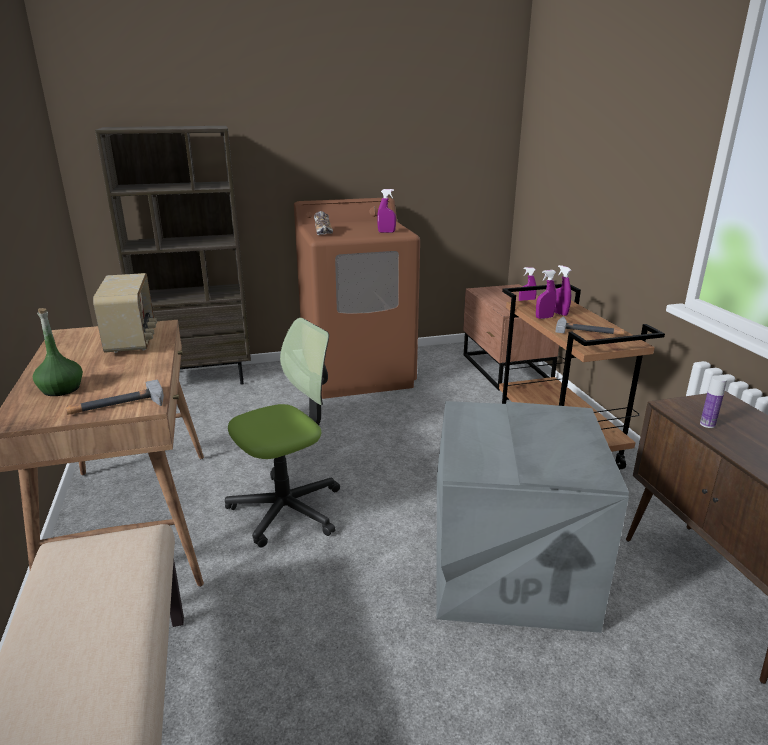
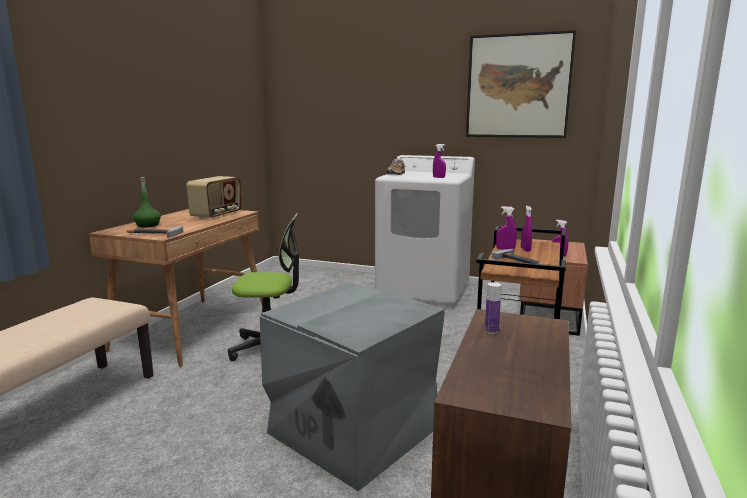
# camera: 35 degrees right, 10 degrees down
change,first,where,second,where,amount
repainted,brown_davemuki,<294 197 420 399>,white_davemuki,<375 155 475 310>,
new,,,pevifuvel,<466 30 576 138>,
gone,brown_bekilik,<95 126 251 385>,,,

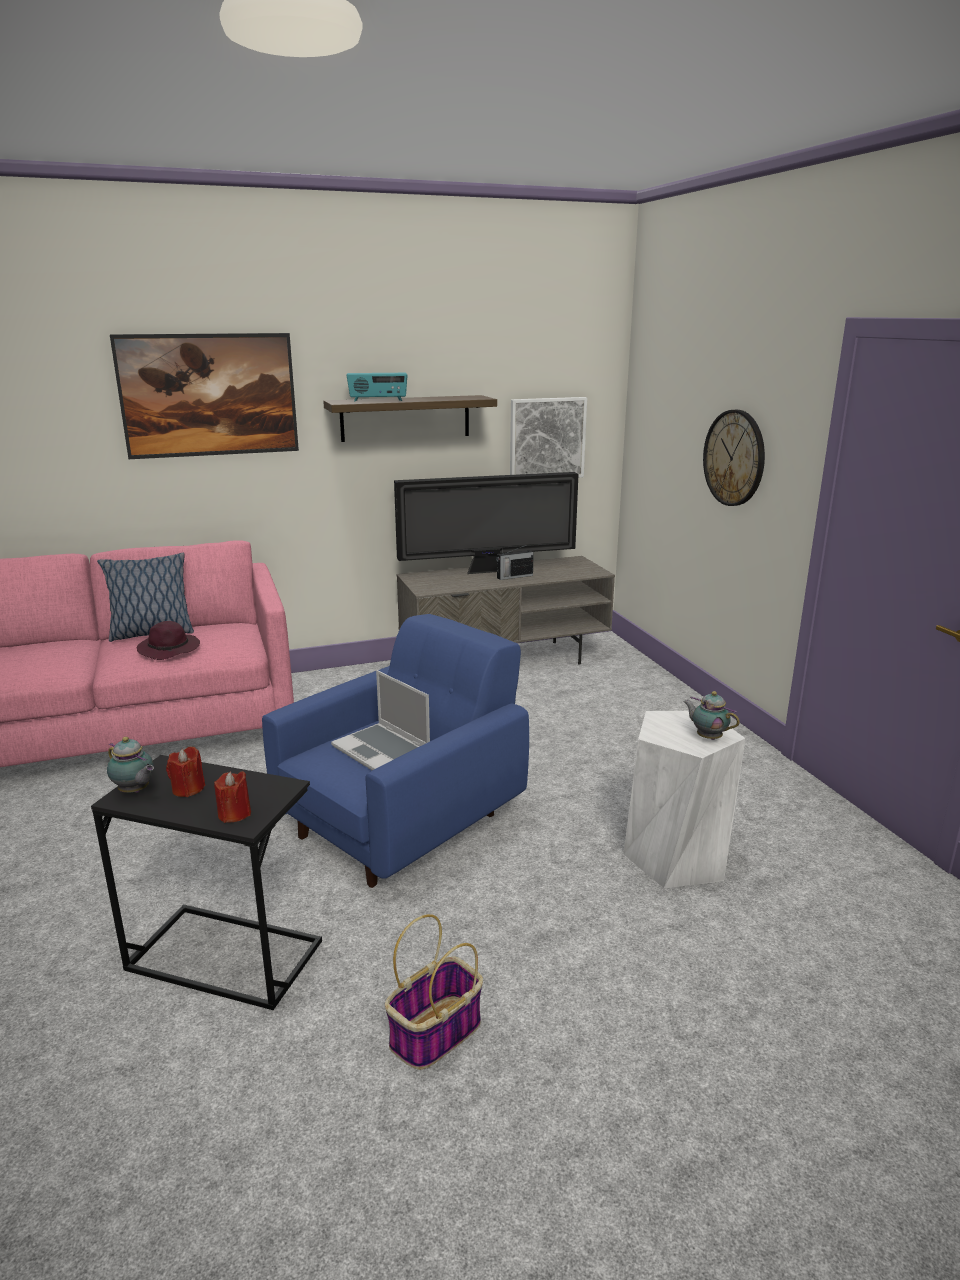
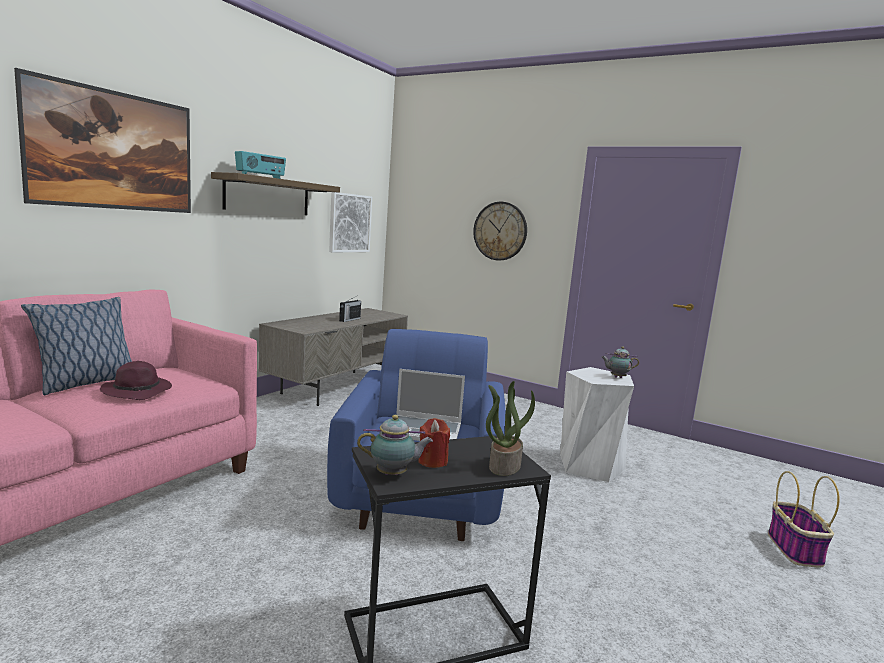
# camera: 40 degrees left, 10 degrees down
change,first,where,second,where,amount
swapped,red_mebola,<214 771 251 823>,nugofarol,<486 381 535 476>,
shifted,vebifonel,<385 914 483 1070>,,<768 471 840 567>,
gone,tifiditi,<394 472 579 574>,,,

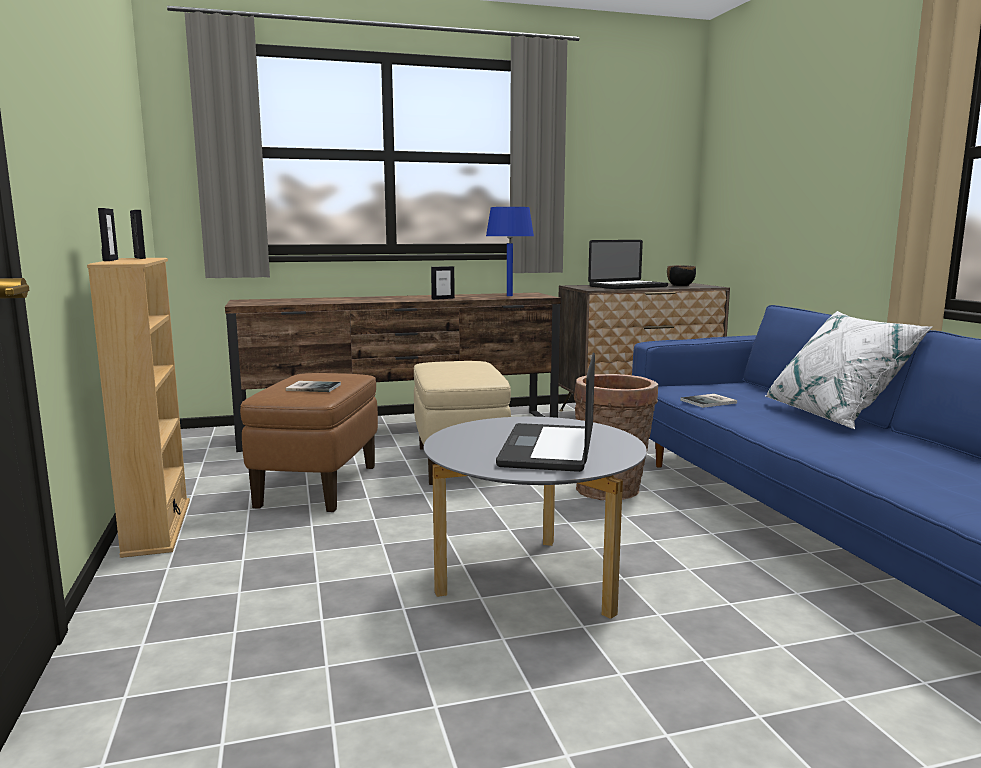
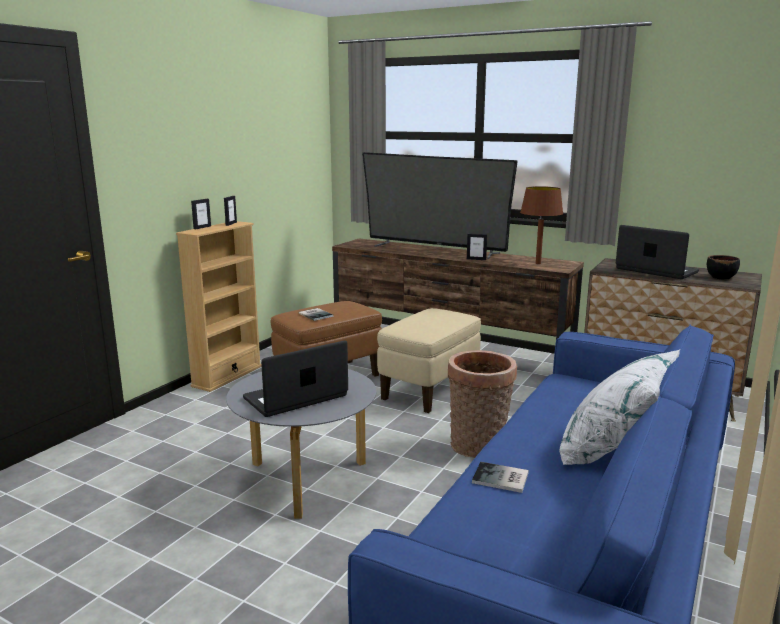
# camera: 45 degrees right, 5 degrees up
change,first,where,second,where,amount
new,,,tifiditi,<362 152 518 259>,
shifted,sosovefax,<680 394 737 408>,,<472 462 529 493>,
repainted,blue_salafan,<486 207 534 296>,brown_salafan,<520 186 563 264>,
rotated,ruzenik,<588 240 668 289>,,<616 225 699 279>,150 degrees counterclockwise

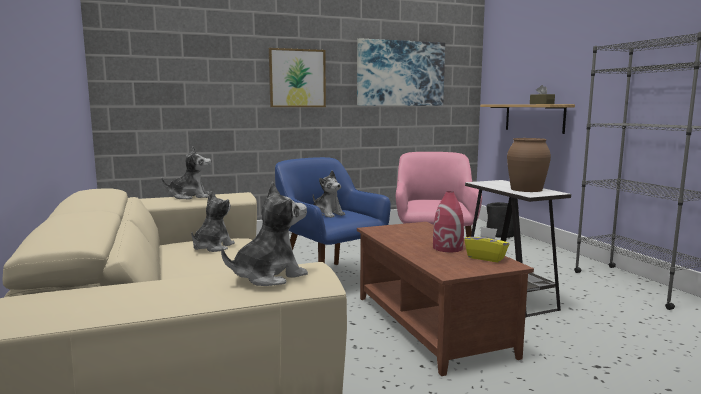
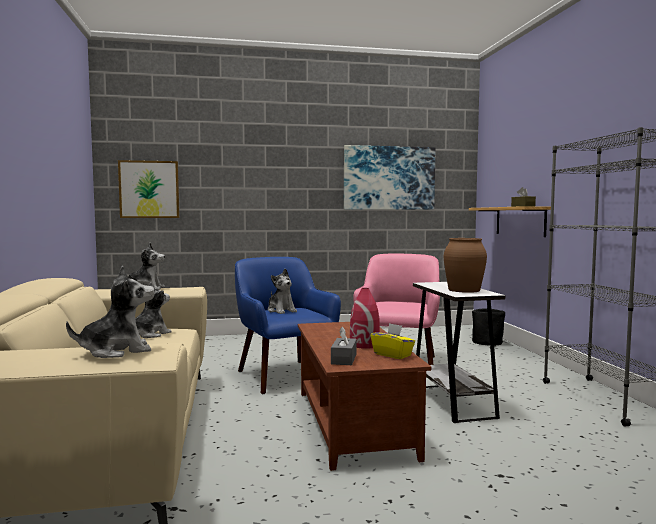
# camera: 10 degrees right, 5 degrees down
change,first,where,second,where,amount
shifted,pevifuvel,<269 48 326 107>,,<118 160 180 218>,
new,,,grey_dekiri,<331 326 356 365>,

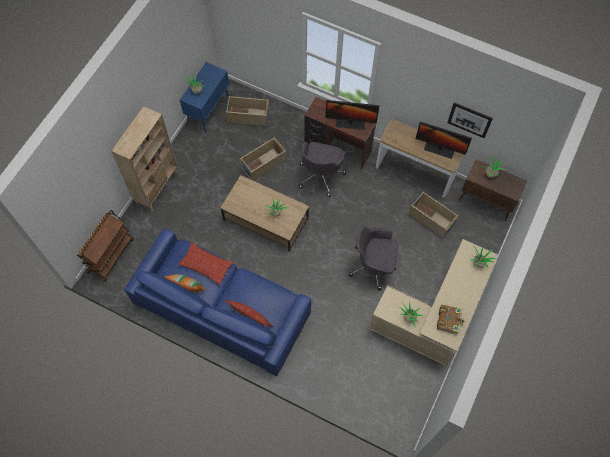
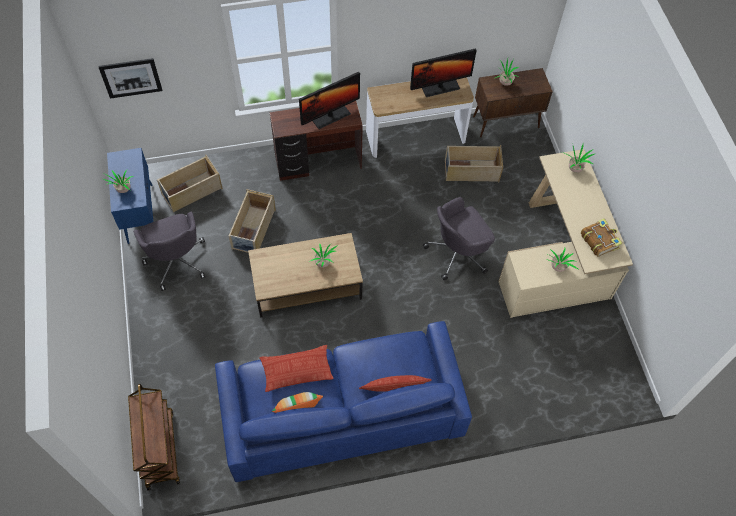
# camera: 40 degrees left, 5 degrees down
change,first,where,second,where,amount
shifted,pevifuvel,<447 102 493 138>,,<98 58 162 99>,
shifted,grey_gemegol,<299 141 346 197>,,<133 212 206 291>,
gone,beige_bekilik,<111 106 179 211>,,,

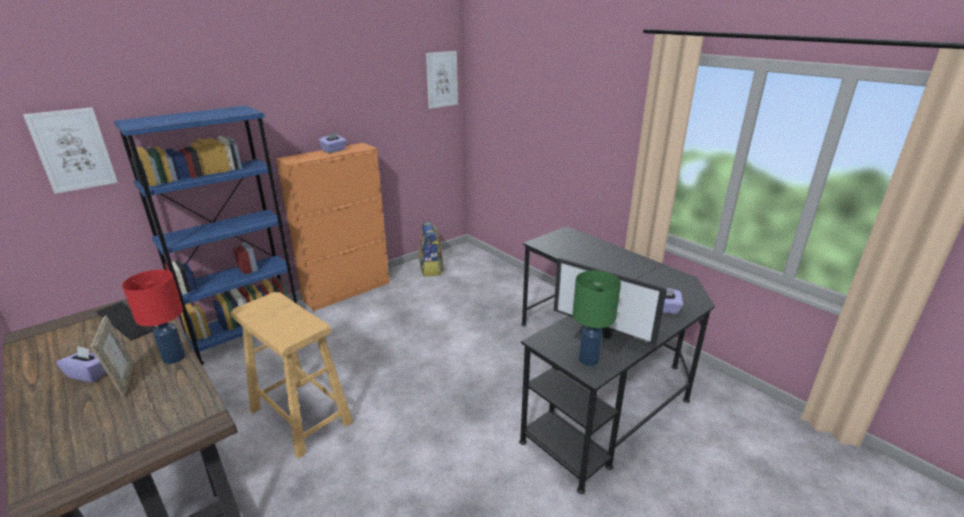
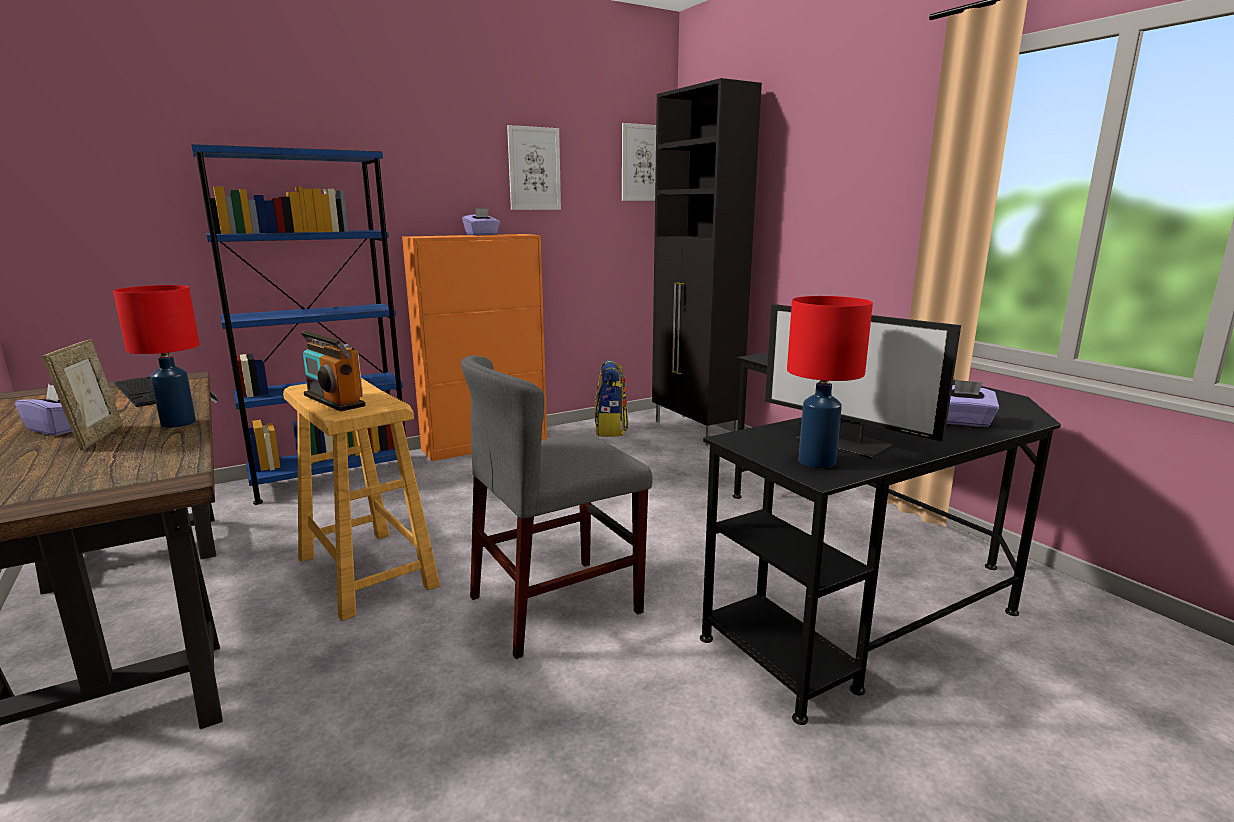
# camera: 10 degrees right, 10 degrees down
change,first,where,second,where,amount
new,,,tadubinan,<301 330 366 412>,
new,,,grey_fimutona,<461 356 653 659>,
shifted,pevifuvel,<23 107 118 194>,,<507 125 561 210>,
new,,,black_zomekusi,<652 78 762 446>,
repainted,green_salafan,<572 270 621 366>,red_salafan,<787 296 873 468>,

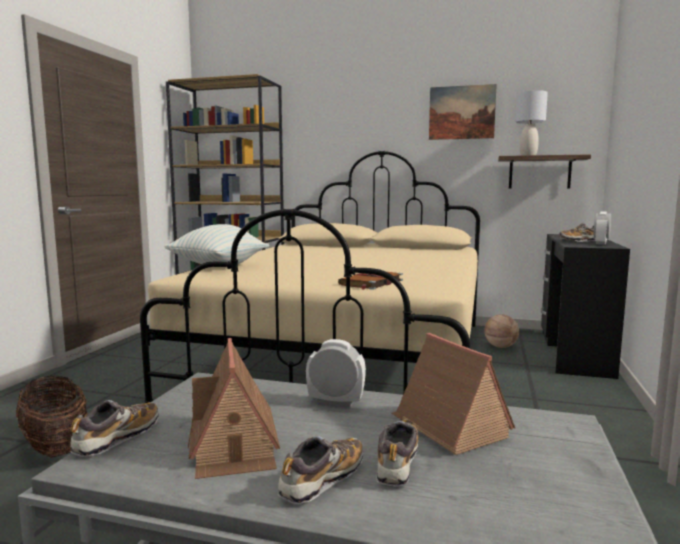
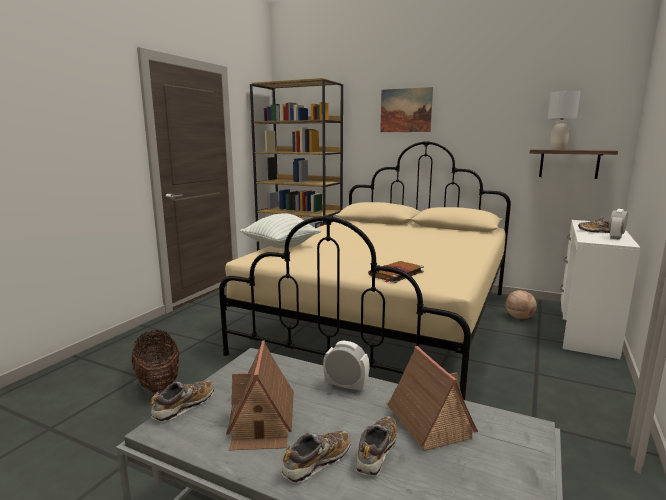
# camera: 10 degrees right, 5 degrees up
change,first,where,second,where,amount
shifted,pevifuvel,<429 84 497 140>,,<380 87 433 132>,
repainted,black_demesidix,<541 234 630 379>,white_demesidix,<560 220 641 359>,

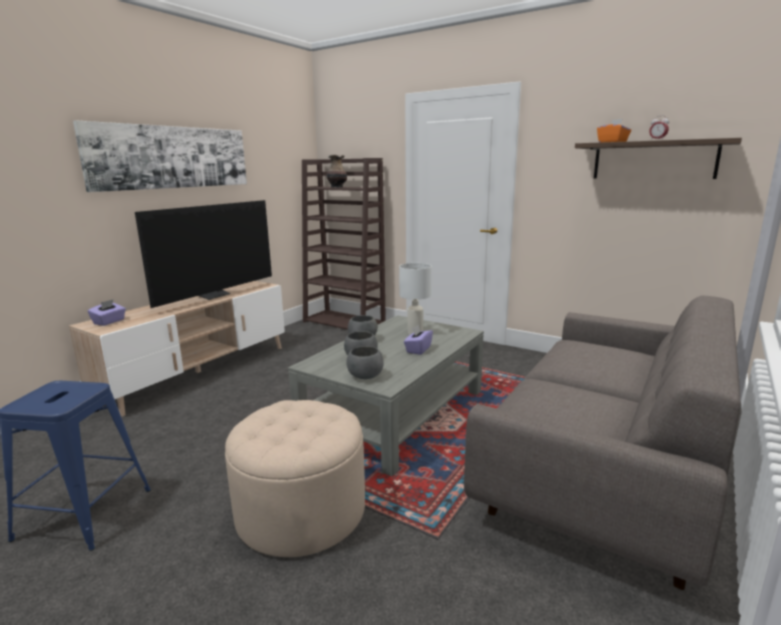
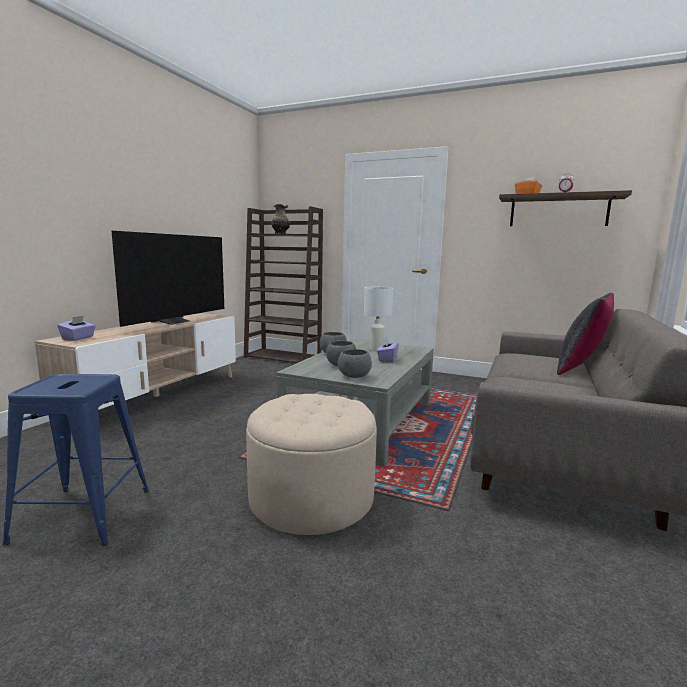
# camera: 10 degrees left, 5 degrees down
change,first,where,second,where,amount
new,,,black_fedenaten,<557 293 614 375>,
gone,pevifuvel,<73 120 247 192>,,,

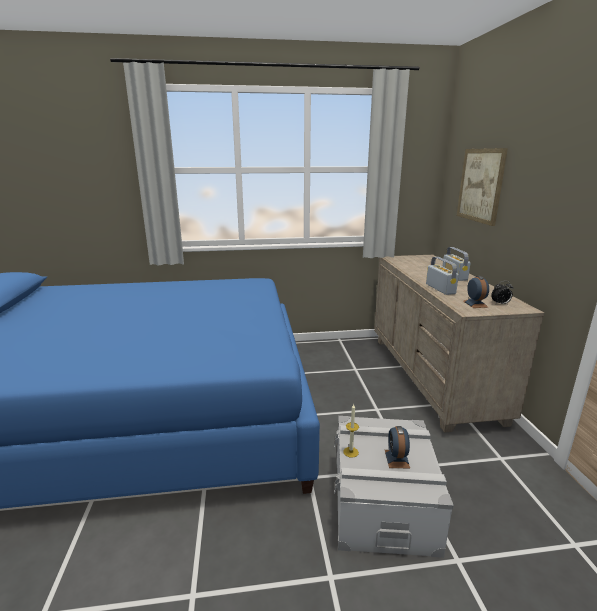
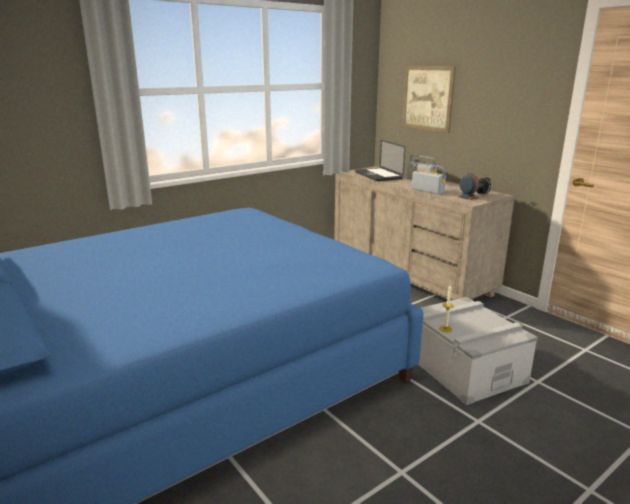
# camera: 30 degrees left, 0 degrees up
change,first,where,second,where,amount
new,,,ruzenik,<355 140 405 181>,
gone,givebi,<385 426 410 468>,,,

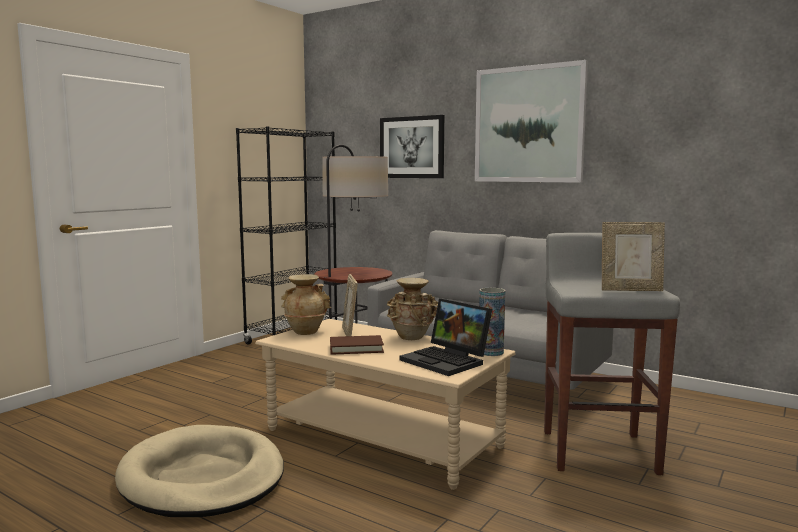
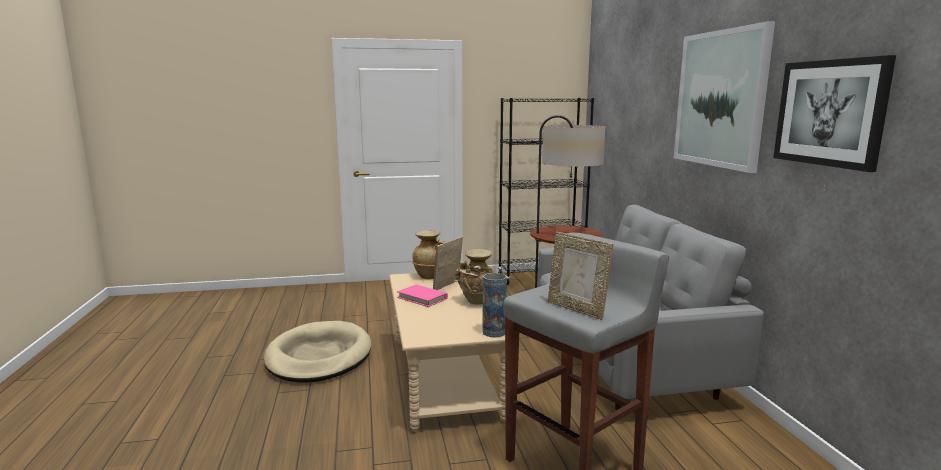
# camera: 45 degrees right, 5 degrees up
change,first,where,second,where,amount
repainted,brown_sosovefax,<330 335 384 355>,pink_sosovefax,<397 285 448 307>,
shifted,pevifuvel,<380 115 444 178>,,<773 55 896 172>,
gone,ruzenik,<399 298 492 376>,,,

